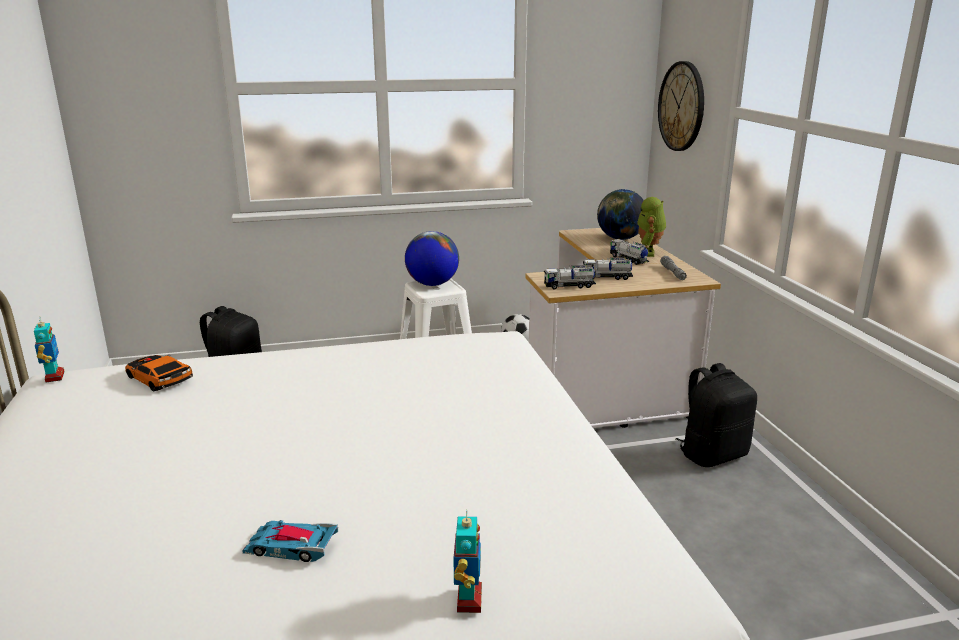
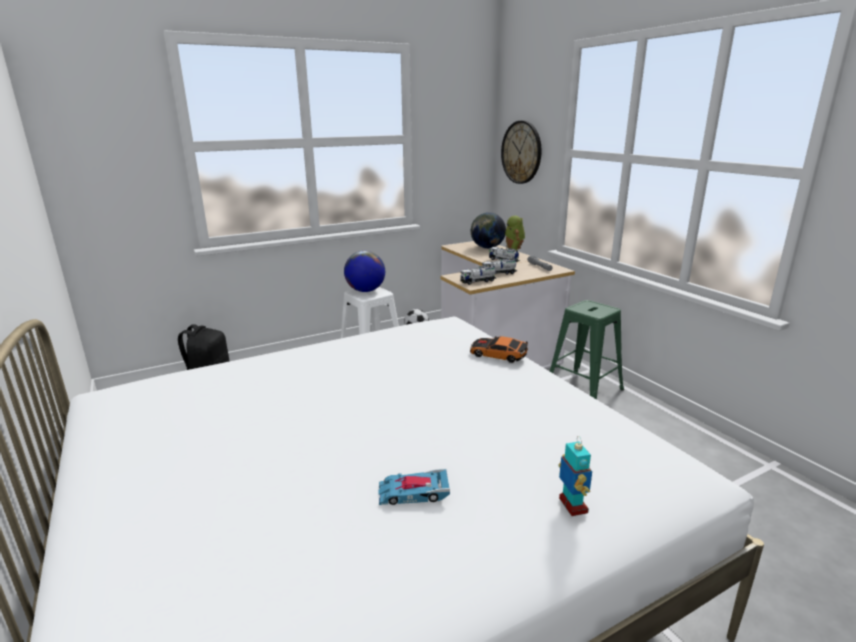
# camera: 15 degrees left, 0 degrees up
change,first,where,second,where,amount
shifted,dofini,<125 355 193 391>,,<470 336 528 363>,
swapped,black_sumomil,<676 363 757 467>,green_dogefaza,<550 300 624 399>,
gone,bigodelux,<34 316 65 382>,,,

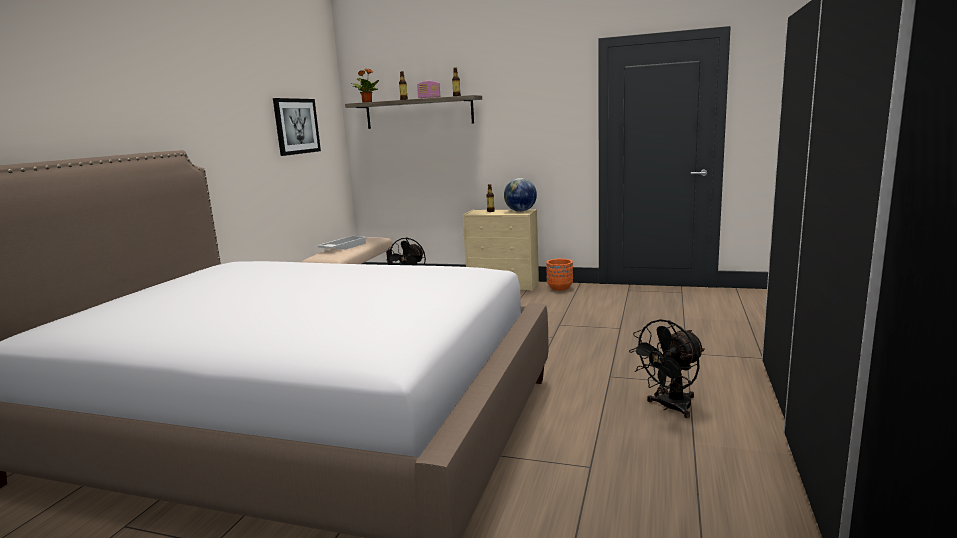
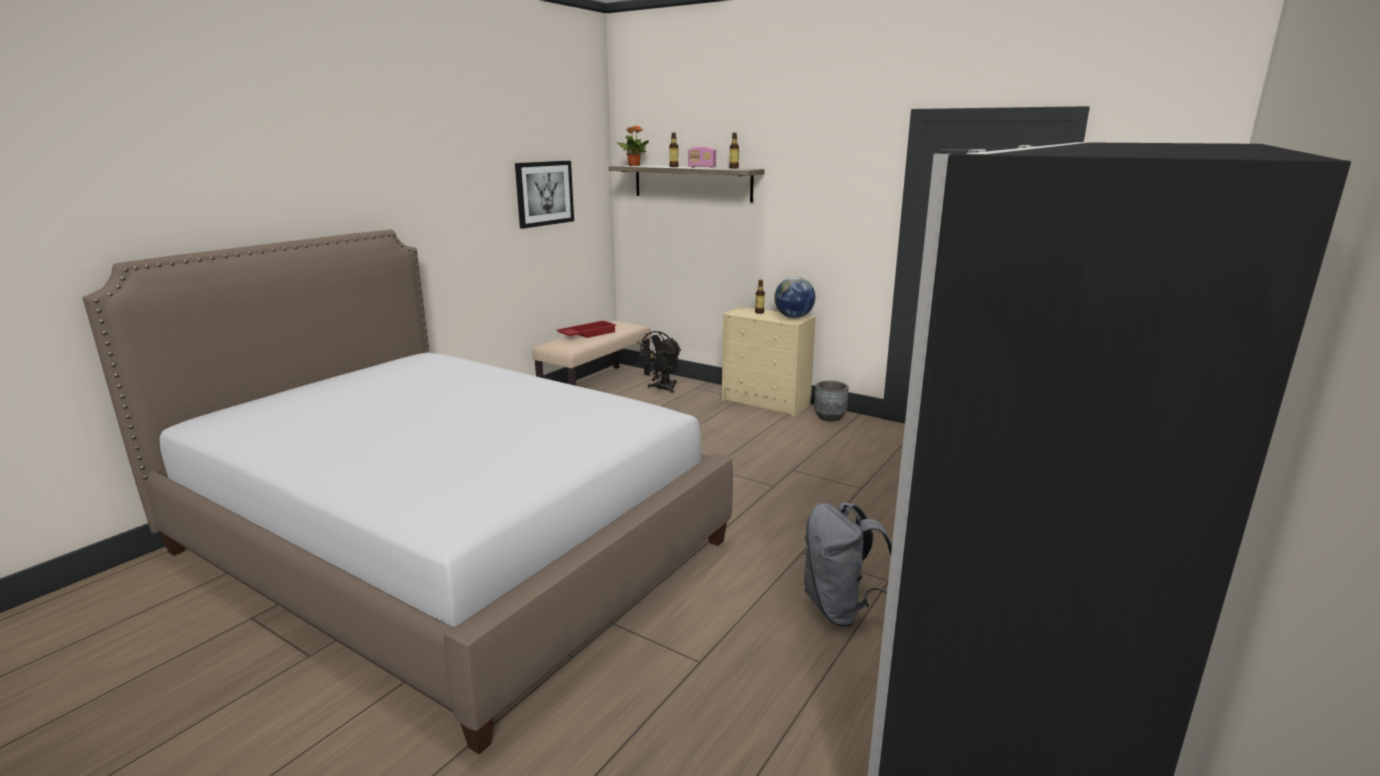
# camera: 15 degrees right, 5 degrees up
change,first,where,second,where,amount
repainted,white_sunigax,<316 236 367 250>,red_sunigax,<556 320 616 338>,
swapped,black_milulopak,<629 319 705 418>,grey_sumomil,<803 502 892 627>,
repainted,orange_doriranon,<546 259 573 291>,grey_doriranon,<814 381 849 422>,

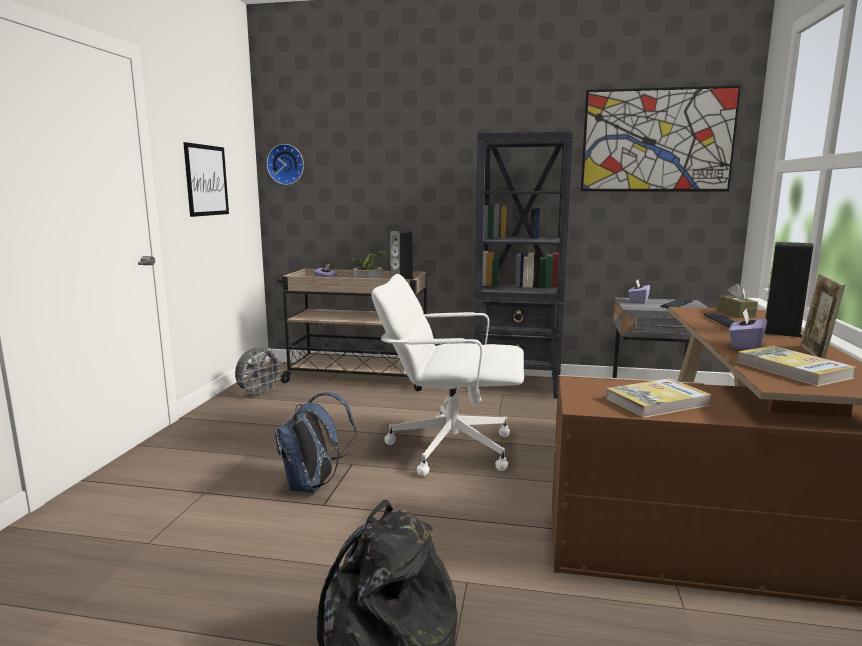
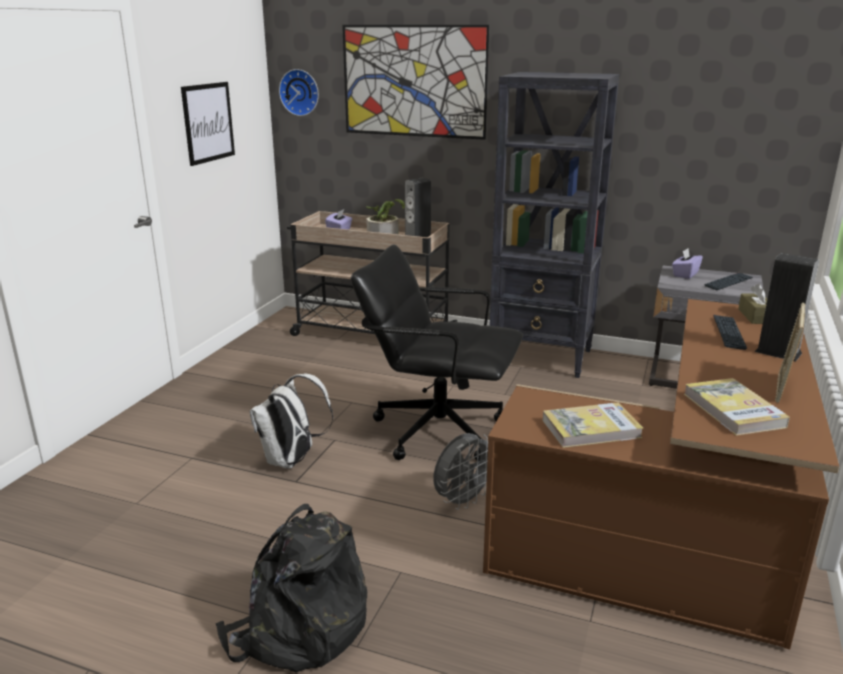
# camera: 10 degrees right, 10 degrees up
change,first,where,second,where,amount
repainted,blue_sumomil,<275 392 356 493>,white_sumomil,<250 374 333 469>,
shifted,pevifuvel,<581 85 741 191>,,<342 25 489 140>,
repainted,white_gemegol,<372 274 524 476>,black_gemegol,<351 244 523 462>,
shifted,grey_milulopak,<235 346 283 397>,,<433 433 488 510>,
gone,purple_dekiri,<729 308 767 350>,,,

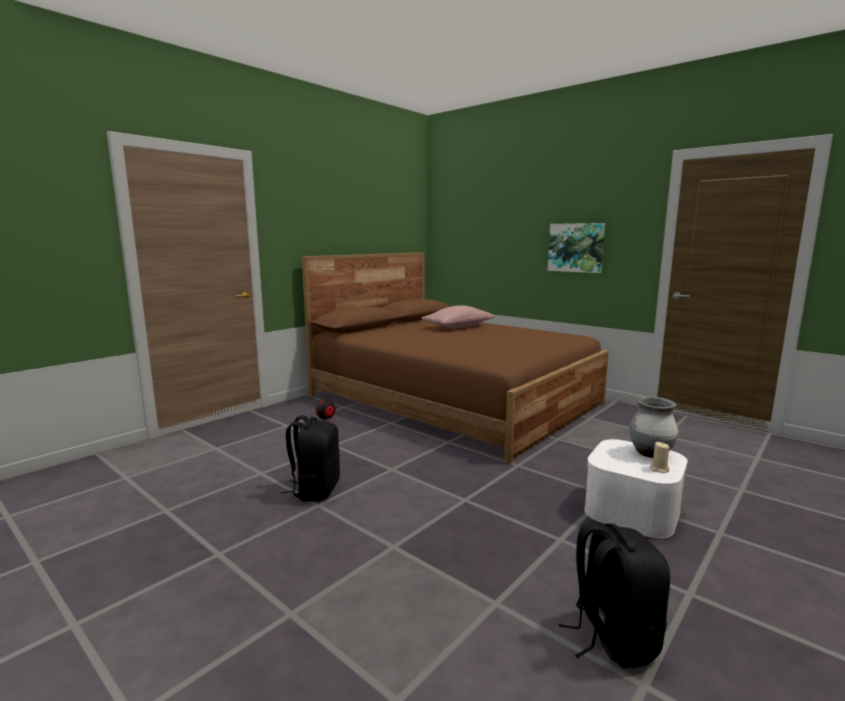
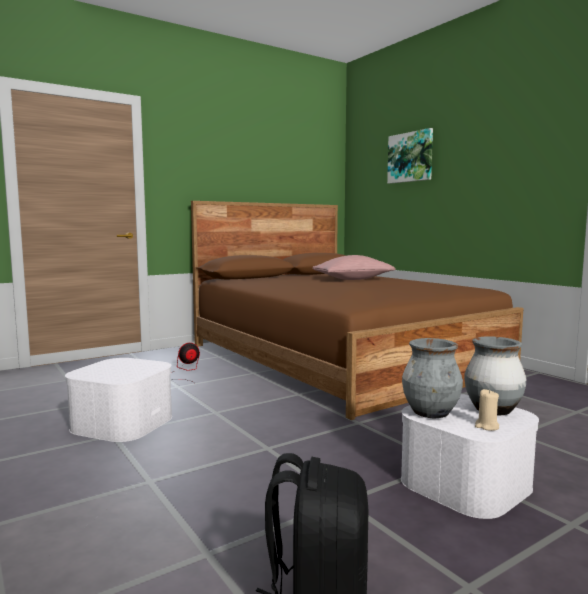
# camera: 15 degrees right, 5 degrees down
change,first,where,second,where,amount
swapped,black_sumomil,<281 415 340 502>,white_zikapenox,<65 358 172 442>,
shifted,pevifuvel,<548 223 605 273>,,<387 128 433 184>,
new,,,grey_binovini,<402 338 463 418>,

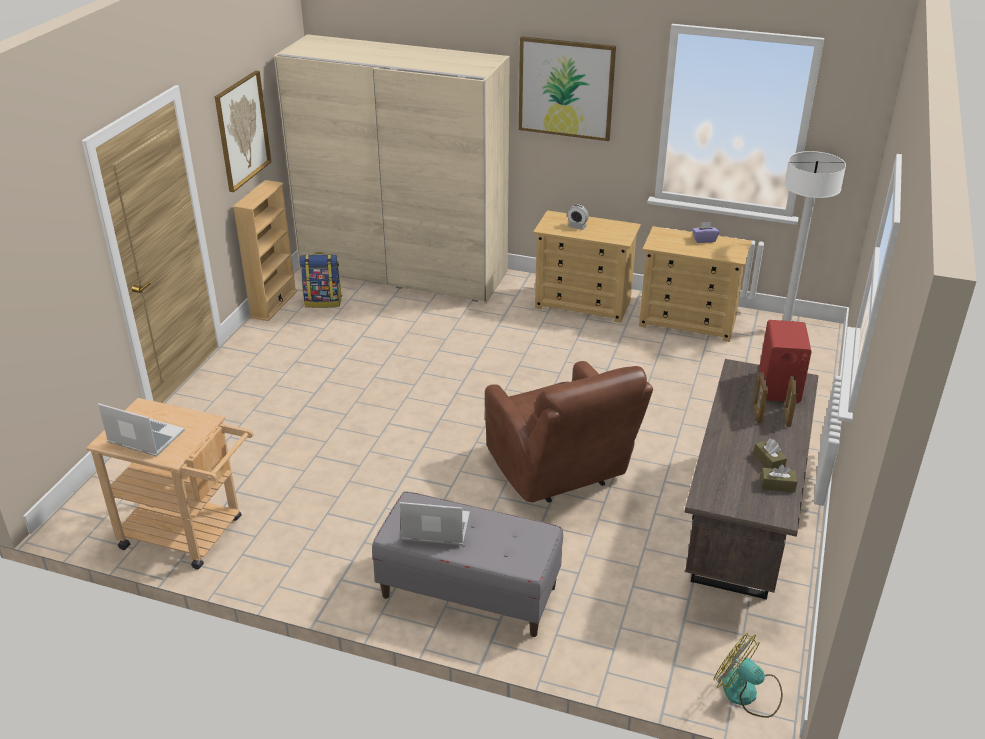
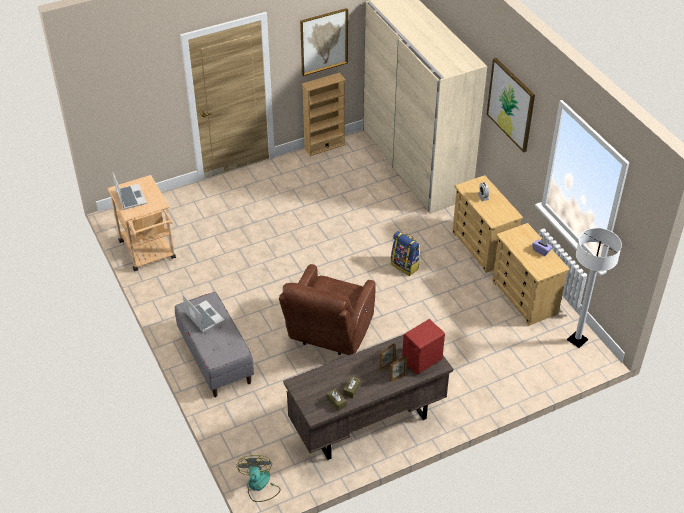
# camera: 45 degrees right, 10 degrees up
change,first,where,second,where,amount
shifted,sumomil,<299 252 342 308>,,<391 231 420 276>,

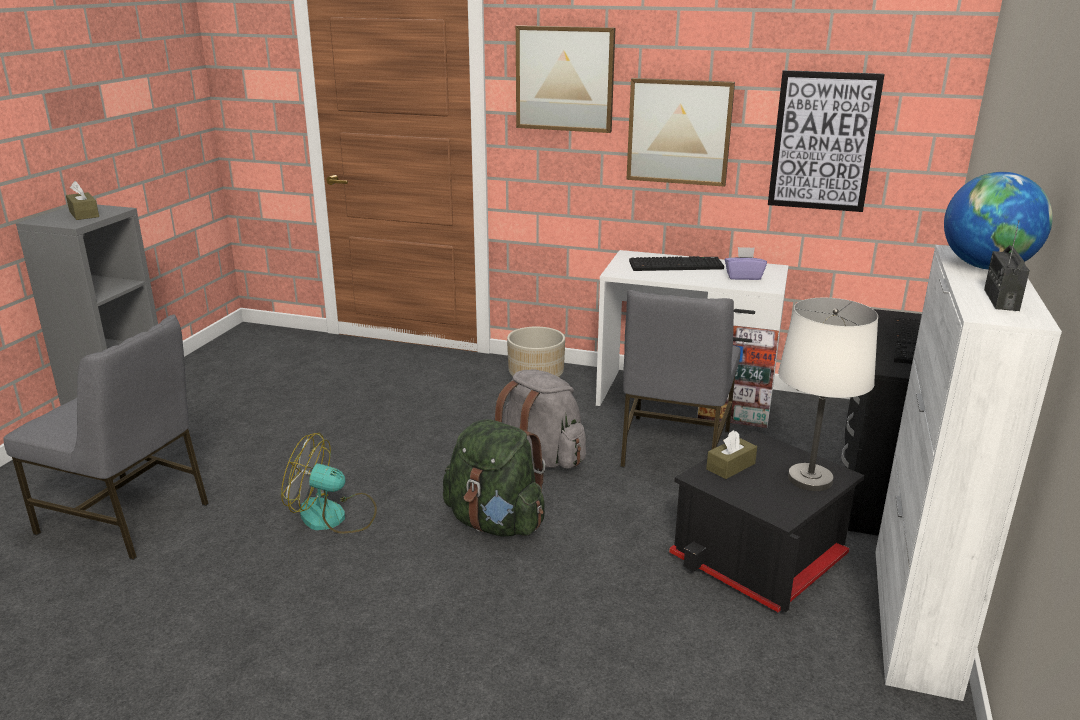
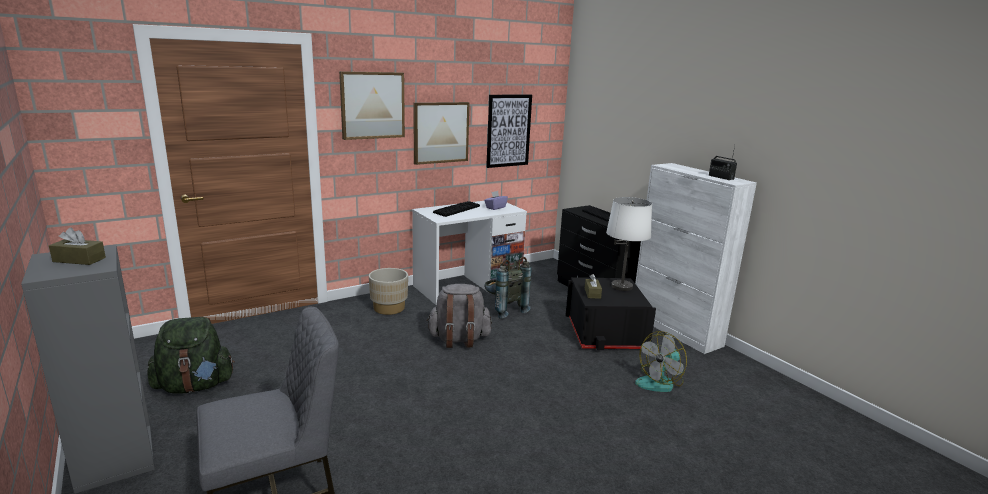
# camera: 50 degrees left, 5 degrees down
change,first,where,second,where,amount
shifted,green_sumomil,<443 419 546 536>,,<147 317 235 394>,
swapped,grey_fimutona,<621 290 740 468>,grey_sumomil,<484 257 531 319>,
shifted,milulopak,<281 433 377 534>,,<635 331 687 392>,
gone,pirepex,<944 172 1053 270>,,,

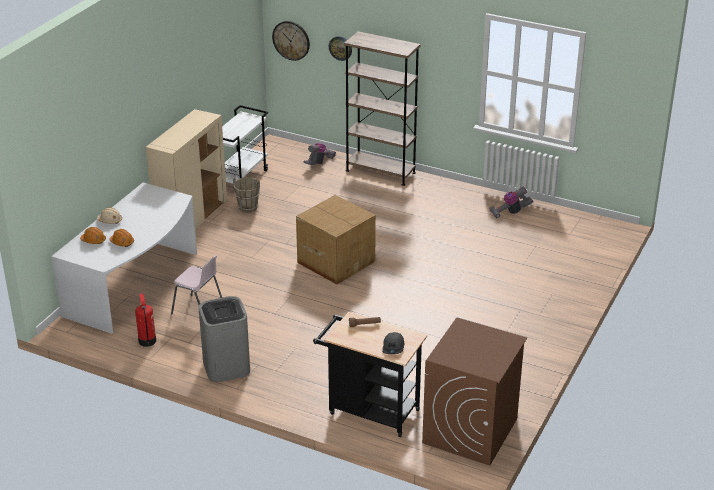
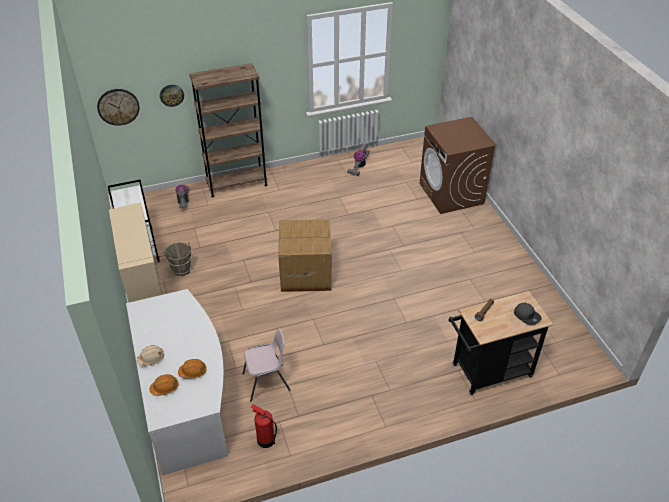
# camera: 45 degrees left, 10 degrees up
change,first,where,second,where,amount
shifted,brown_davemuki,<422 317 527 466>,,<419 117 497 214>,
gone,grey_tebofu,<198 296 250 382>,,,

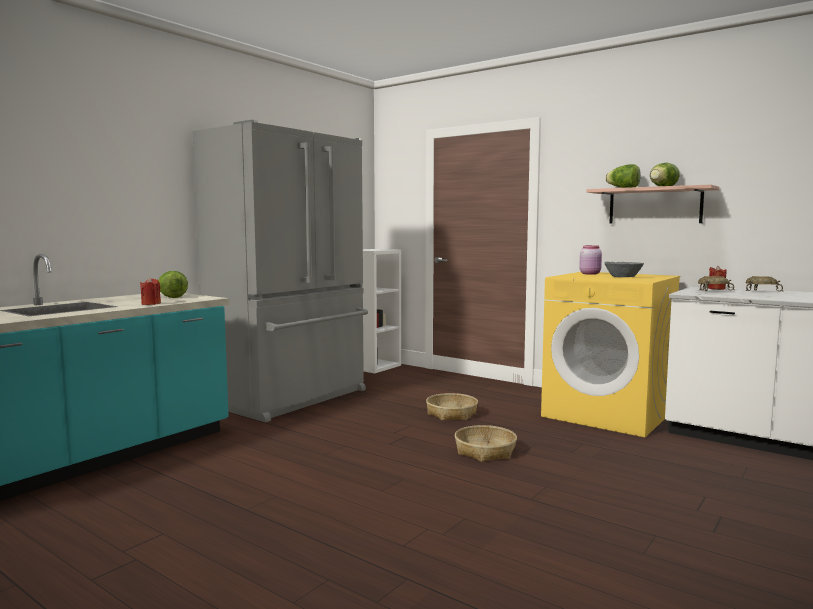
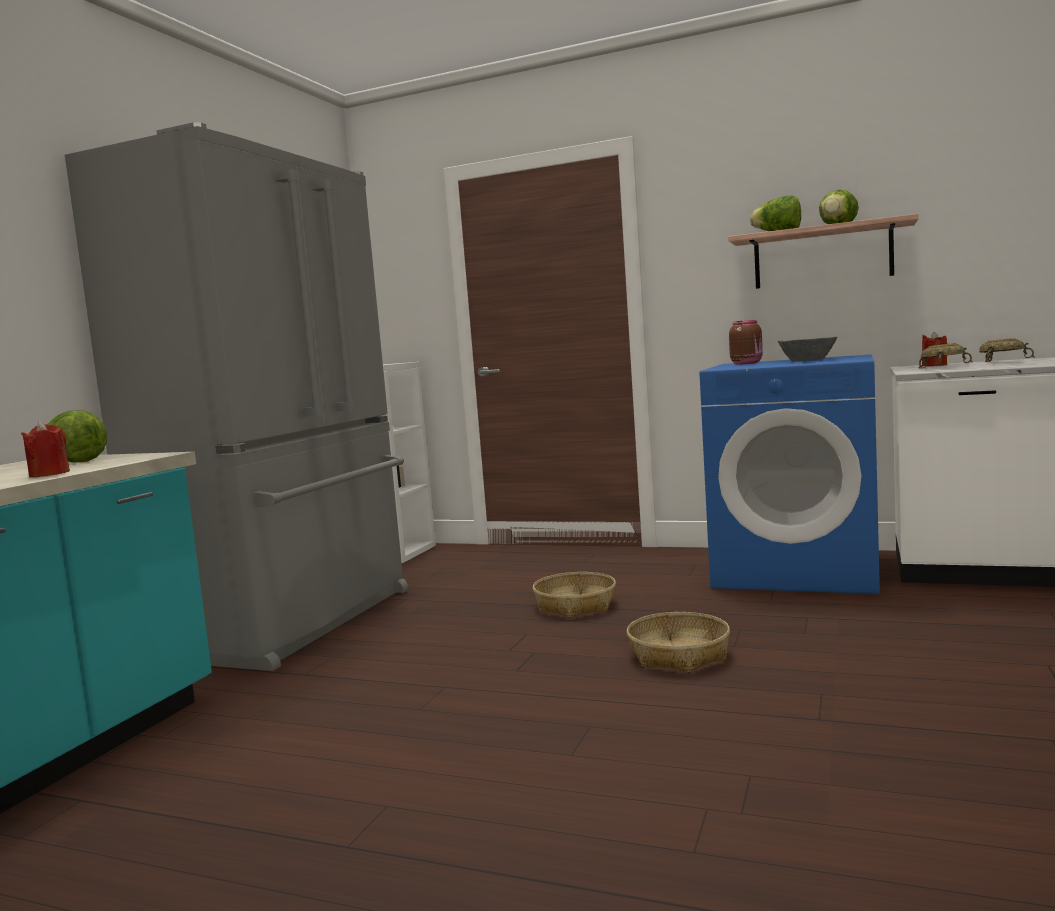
# camera: 15 degrees left, 0 degrees up
change,first,where,second,where,amount
repainted,yellow_davemuki,<541 272 680 437>,blue_davemuki,<700 354 880 594>,
repainted,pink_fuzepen,<579 245 602 275>,brown_fuzepen,<729 320 763 365>,

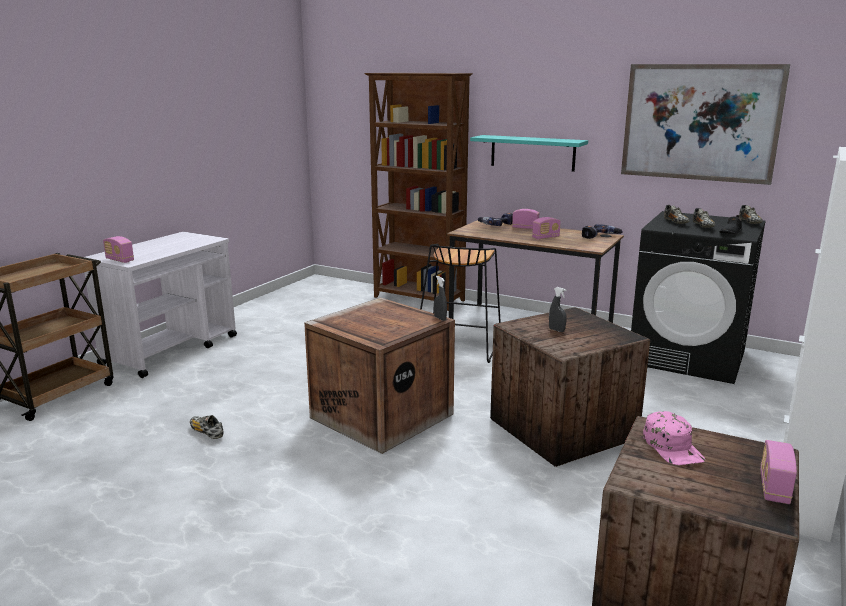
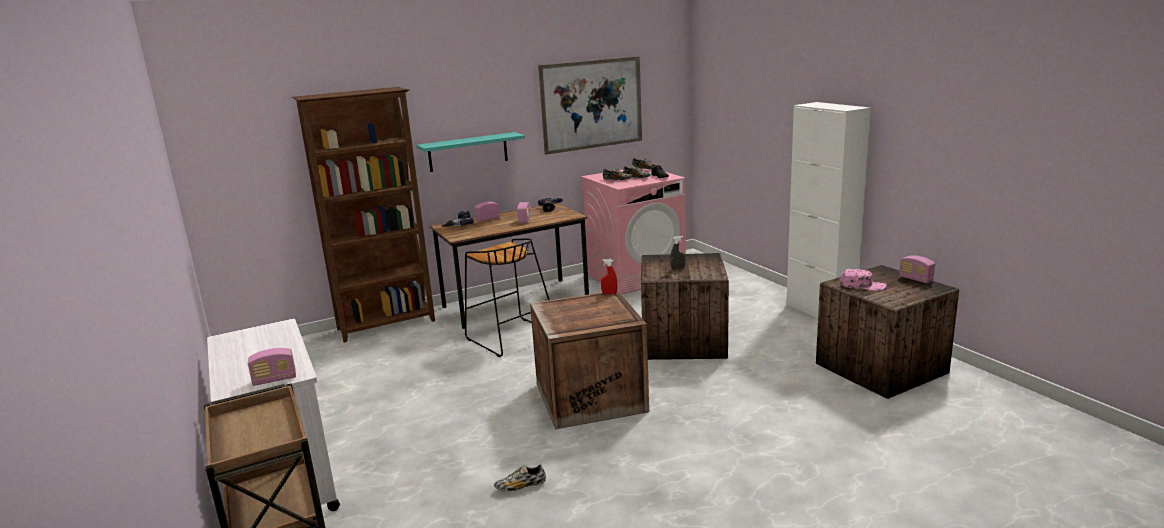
# camera: 55 degrees left, 0 degrees up
change,first,where,second,where,amount
repainted,black_davemuki,<631 211 766 384>,pink_davemuki,<581 168 686 295>,
repainted,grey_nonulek,<434 276 447 321>,red_nonulek,<601 259 617 294>,

